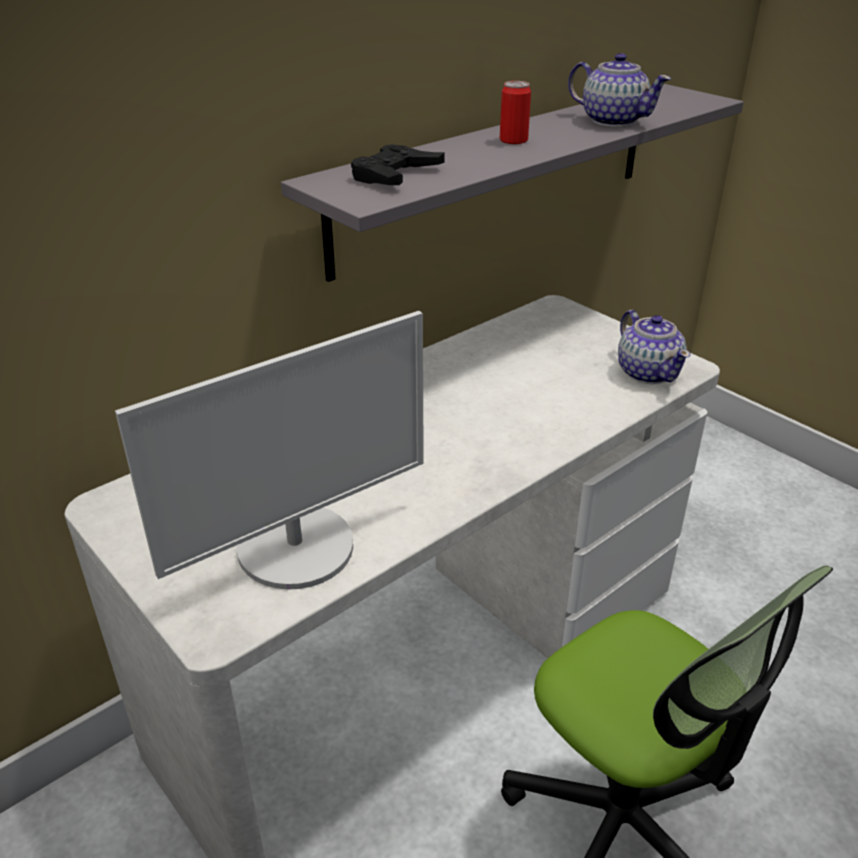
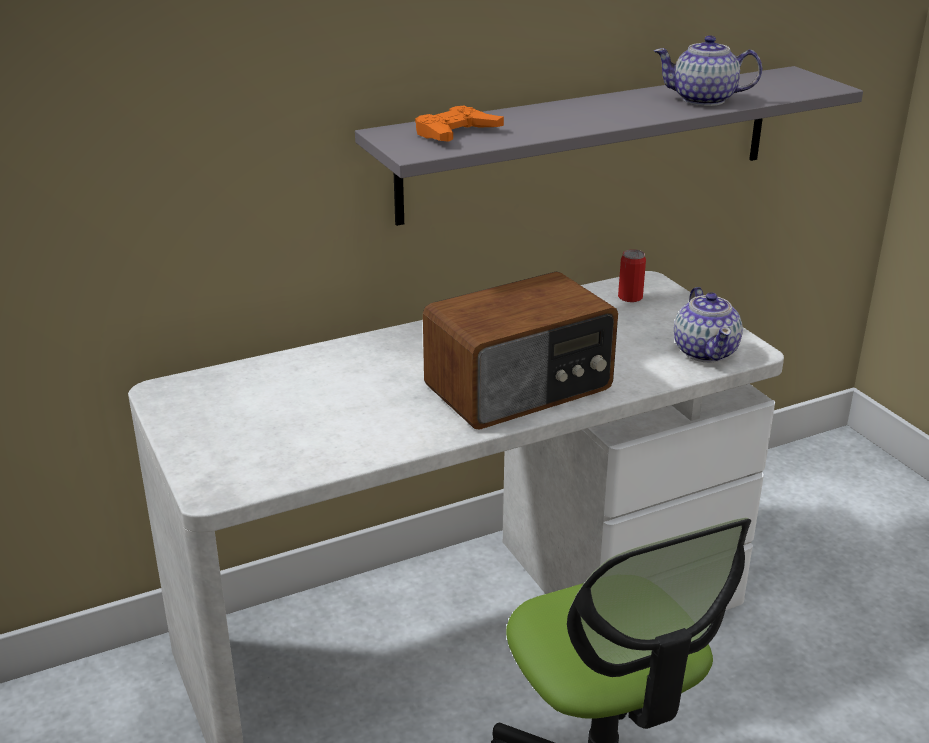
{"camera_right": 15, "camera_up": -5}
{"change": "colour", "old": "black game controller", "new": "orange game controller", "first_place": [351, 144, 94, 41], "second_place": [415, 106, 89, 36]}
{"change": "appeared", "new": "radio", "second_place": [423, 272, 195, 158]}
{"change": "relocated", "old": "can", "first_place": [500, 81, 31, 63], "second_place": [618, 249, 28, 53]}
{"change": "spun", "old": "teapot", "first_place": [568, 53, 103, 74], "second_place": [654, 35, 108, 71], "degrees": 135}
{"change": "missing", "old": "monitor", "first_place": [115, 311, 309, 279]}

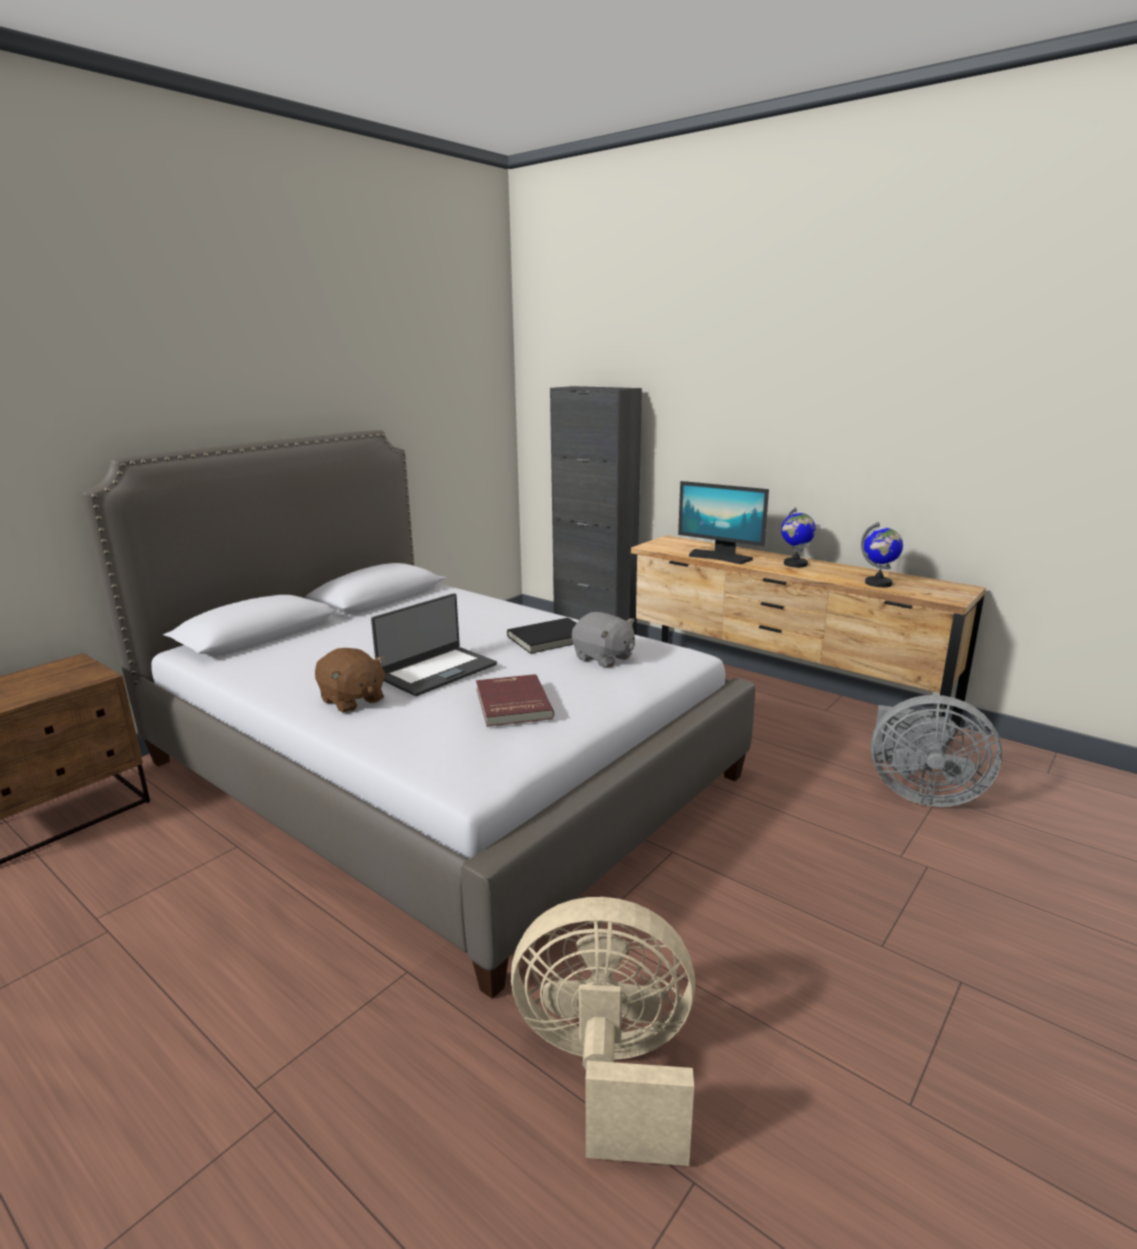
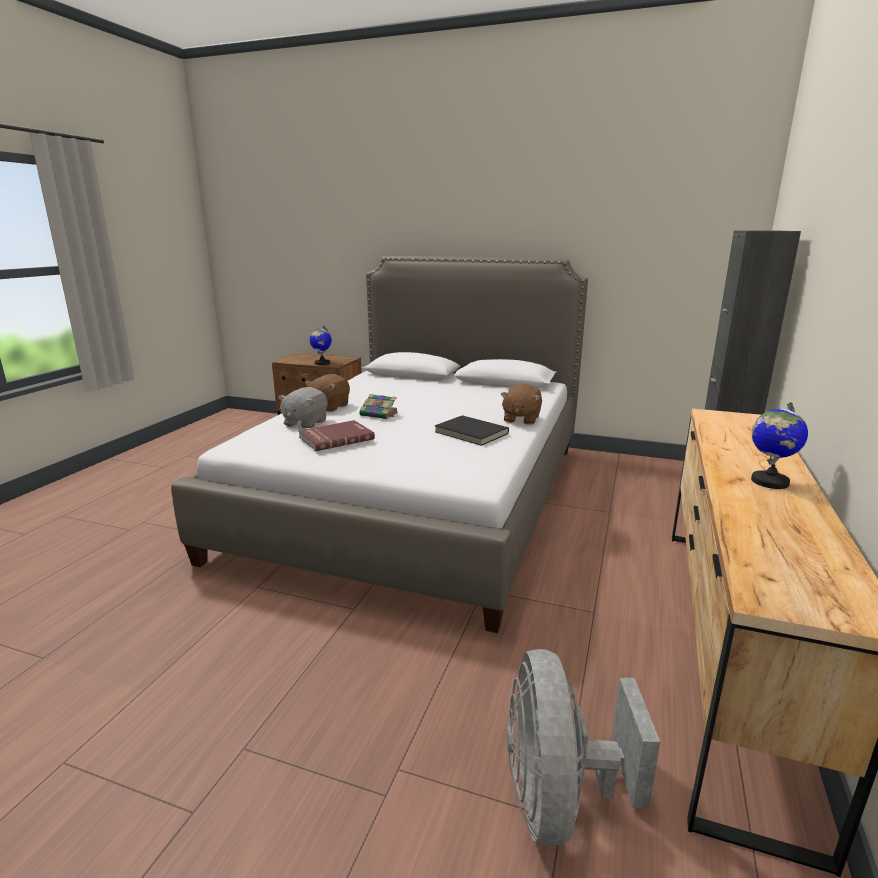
{"camera_right": 70, "camera_up": 0}
{"change": "relocated", "old": "grey plush toy", "first_place": [572, 612, 63, 56], "second_place": [278, 387, 50, 41]}
{"change": "relocated", "old": "globe", "first_place": [861, 522, 42, 65], "second_place": [309, 326, 23, 39]}
{"change": "exchanged", "old": "laptop", "new": "book", "first_place": [371, 593, 126, 103], "second_place": [359, 394, 39, 25]}
{"change": "appeared", "new": "brown plush toy", "second_place": [501, 384, 41, 41]}
{"change": "missing", "old": "beige fan", "first_place": [511, 897, 184, 269]}
{"change": "missing", "old": "monitor", "first_place": [678, 481, 91, 83]}

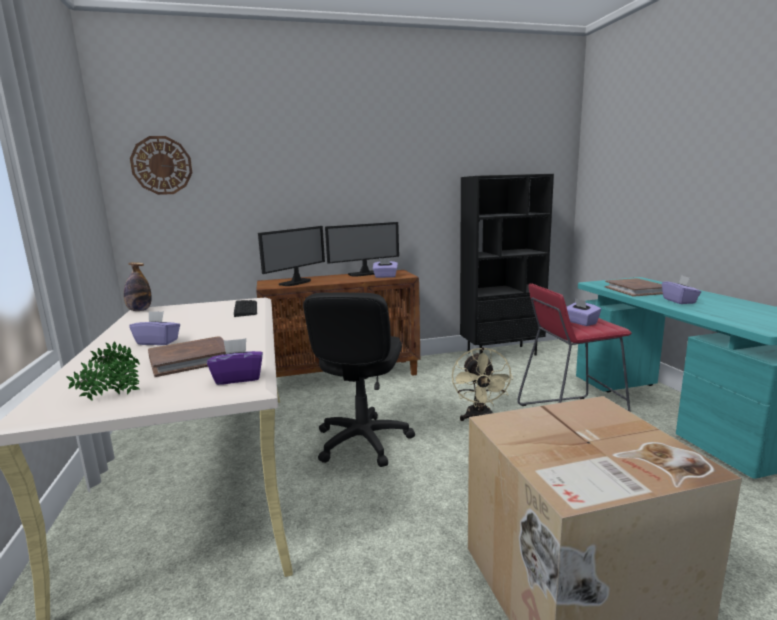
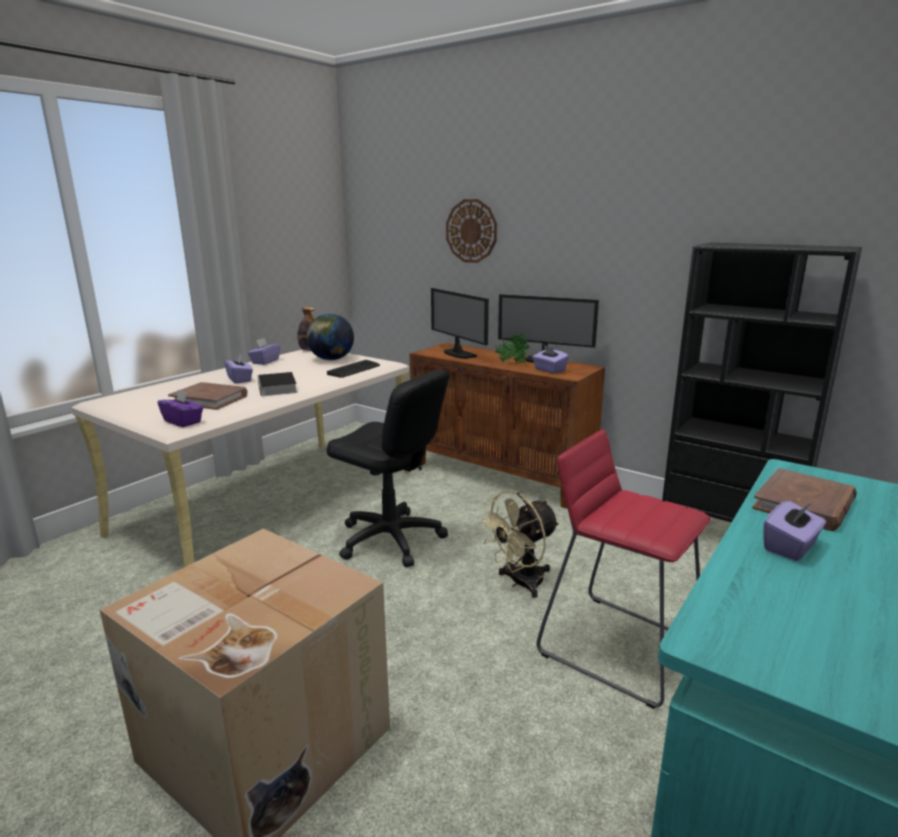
{"camera_right": 50, "camera_up": 5}
{"change": "relocated", "old": "purple tissue box", "first_place": [567, 298, 34, 28], "second_place": [248, 338, 32, 27]}
{"change": "appeared", "new": "book", "second_place": [257, 372, 40, 26]}
{"change": "appeared", "new": "globe", "second_place": [306, 314, 48, 46]}
{"change": "spun", "old": "black office chair", "first_place": [303, 293, 112, 174], "second_place": [327, 369, 122, 198], "degrees": -120}
{"change": "spun", "old": "monitor", "first_place": [258, 226, 67, 60], "second_place": [431, 288, 58, 71], "degrees": 60}
{"change": "relocated", "old": "wall clock", "first_place": [130, 136, 62, 59], "second_place": [446, 199, 51, 64]}
{"change": "relocated", "old": "potted plant", "first_place": [66, 342, 74, 59], "second_place": [495, 332, 34, 32]}

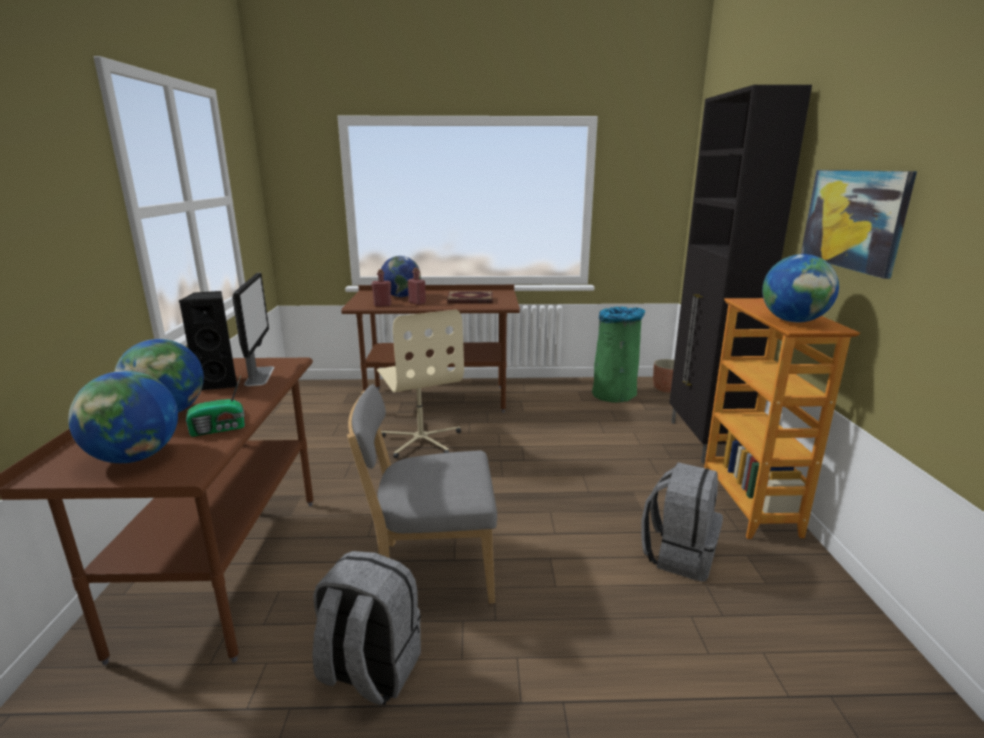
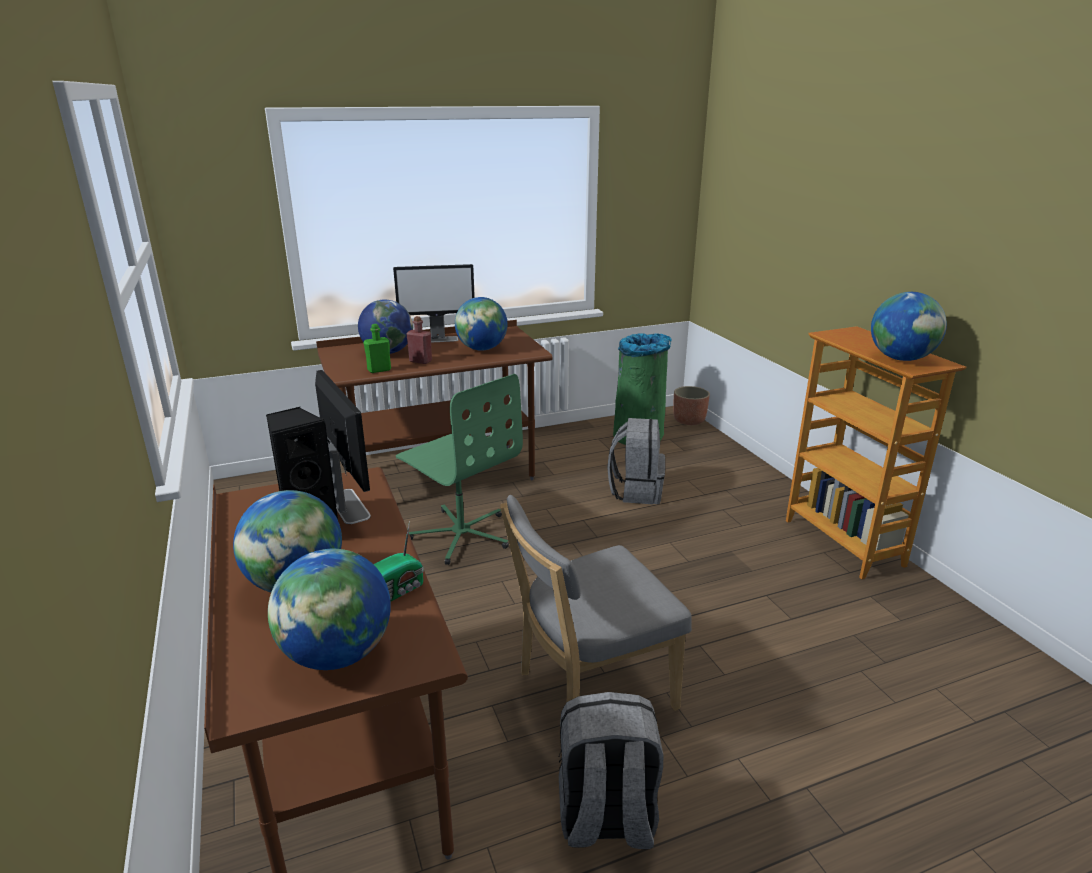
{"camera_right": -20, "camera_up": 5}
{"change": "colour", "old": "red bottle", "new": "green bottle", "first_place": [371, 269, 20, 38], "second_place": [363, 324, 28, 49]}
{"change": "appeared", "new": "monitor", "second_place": [393, 264, 82, 79]}
{"change": "colour", "old": "beige office chair", "new": "green office chair", "first_place": [377, 310, 87, 148], "second_place": [396, 374, 127, 191]}
{"change": "exchanged", "old": "book", "new": "globe", "first_place": [447, 291, 46, 13], "second_place": [455, 297, 53, 54]}
{"change": "relocated", "old": "grey backpack", "first_place": [641, 462, 82, 120], "second_place": [607, 418, 58, 86]}
{"change": "missing", "old": "black cabinet", "first_place": [669, 85, 143, 378]}
{"change": "missing", "old": "picture", "first_place": [801, 170, 116, 109]}

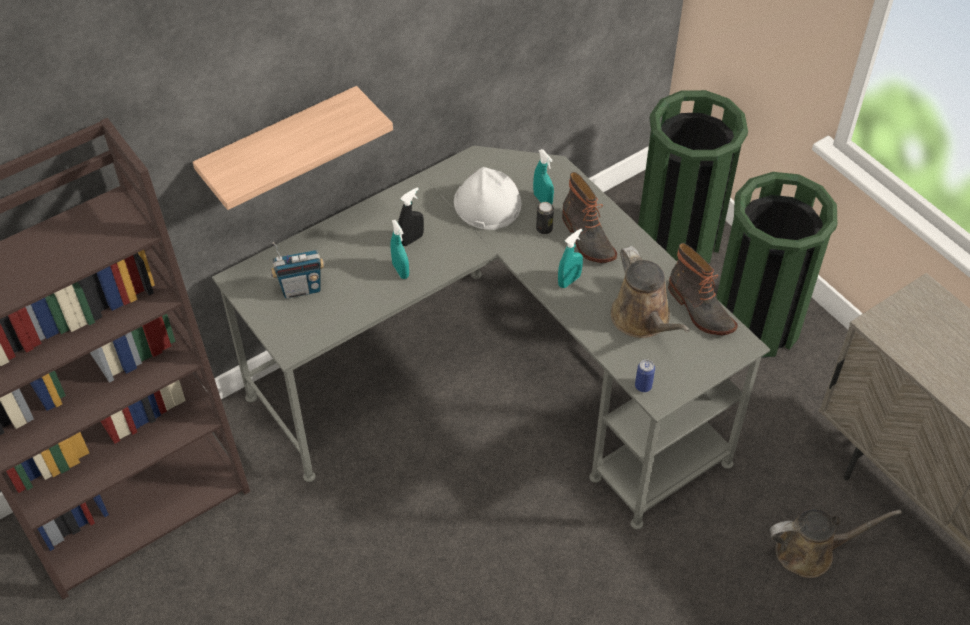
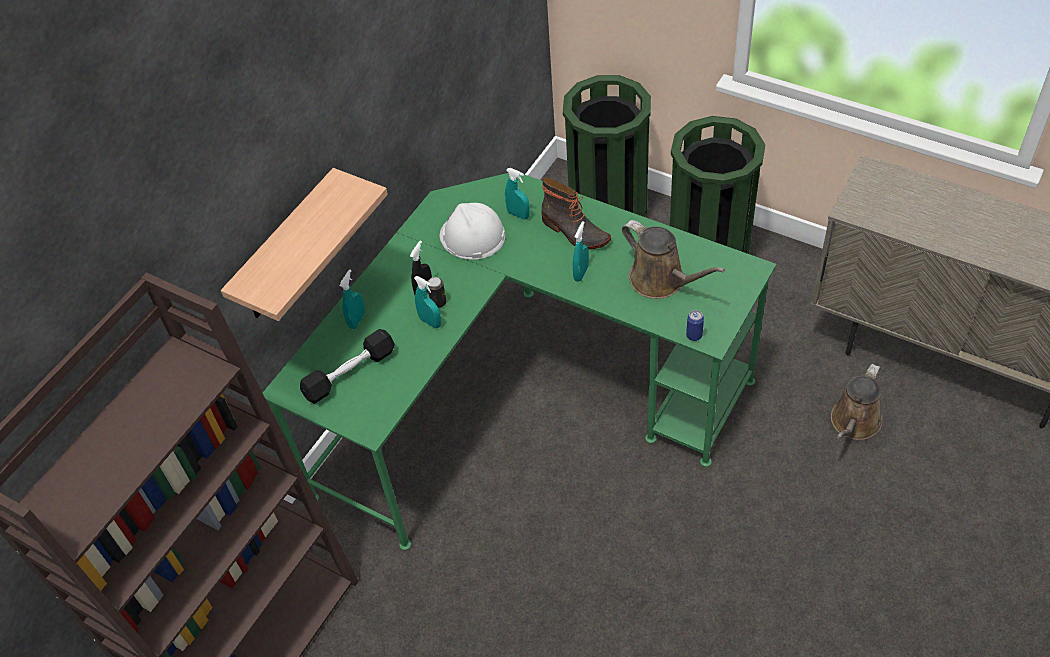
{"camera_right": -20, "camera_up": 0}
{"change": "colour", "old": "grey desk", "new": "green desk", "first_place": [212, 146, 558, 383], "second_place": [263, 173, 514, 377]}
{"change": "exchanged", "old": "radio", "new": "black dumbbell", "first_place": [270, 242, 55, 57], "second_place": [300, 329, 95, 75]}
{"change": "appeared", "new": "turquoise spray bottle", "second_place": [339, 269, 26, 60]}
{"change": "relocated", "old": "can", "first_place": [536, 202, 18, 32], "second_place": [428, 277, 18, 31]}
{"change": "spun", "old": "brown watering can", "first_place": [770, 509, 132, 69], "second_place": [830, 364, 52, 76], "degrees": 150}
{"change": "missing", "old": "boot", "first_place": [668, 243, 70, 92]}

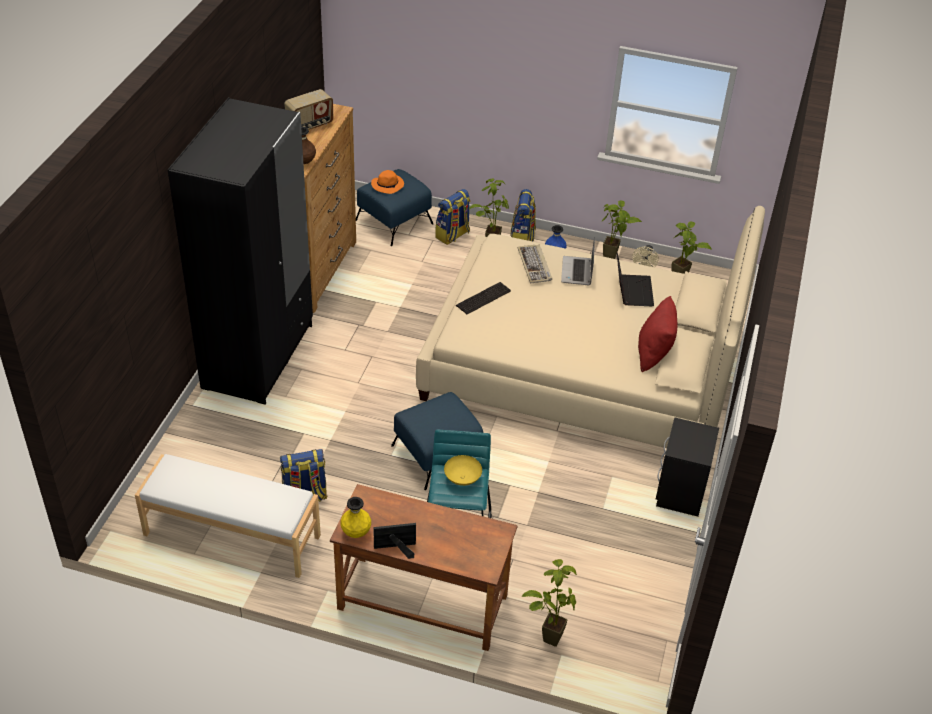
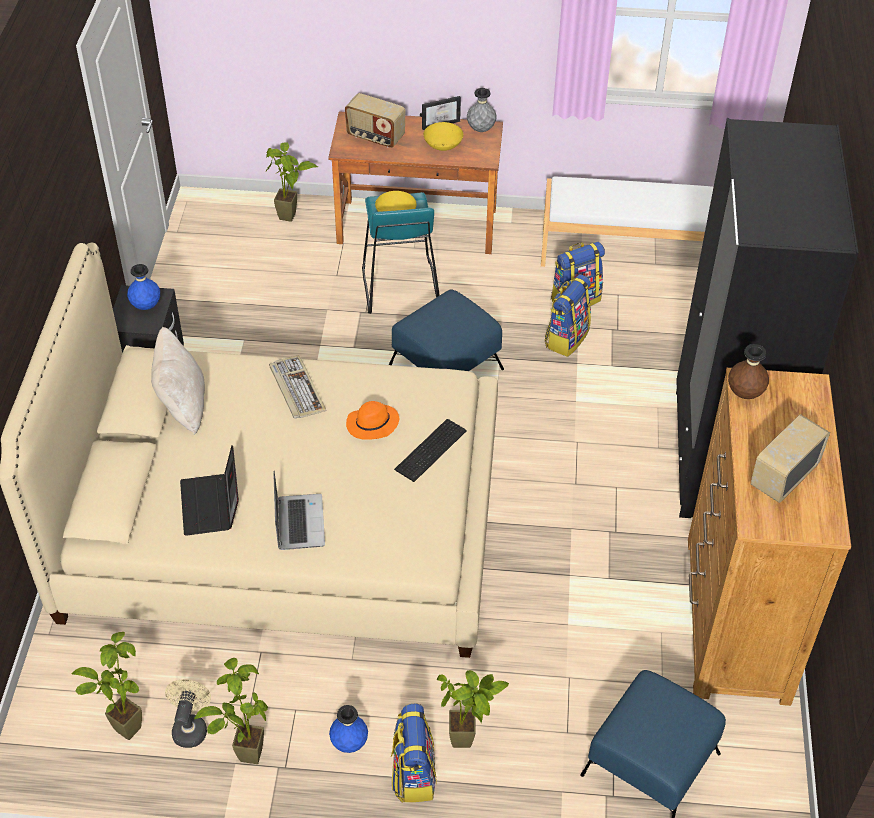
{"camera_right": 170, "camera_up": 5}
{"change": "appeared", "new": "blue vase", "second_place": [127, 264, 33, 46]}
{"change": "colour", "old": "red pillow", "new": "beige pillow", "first_place": [638, 296, 39, 76], "second_place": [151, 327, 54, 108]}
{"change": "relocated", "old": "keyboard", "first_place": [518, 245, 34, 38], "second_place": [269, 355, 57, 64]}
{"change": "appeared", "new": "radio", "second_place": [345, 93, 60, 55]}
{"change": "relocated", "old": "orange hat", "first_place": [371, 170, 33, 24], "second_place": [346, 401, 53, 39]}
{"change": "appeared", "new": "yellow bowl", "second_place": [423, 122, 40, 29]}
{"change": "colour", "old": "yellow vase", "new": "grey vase", "first_place": [340, 497, 31, 41], "second_place": [467, 88, 29, 44]}
{"change": "relocated", "old": "backpack", "first_place": [435, 189, 35, 56], "second_place": [545, 274, 46, 83]}

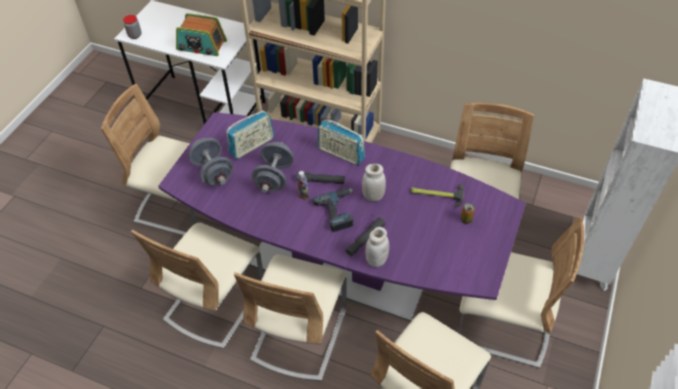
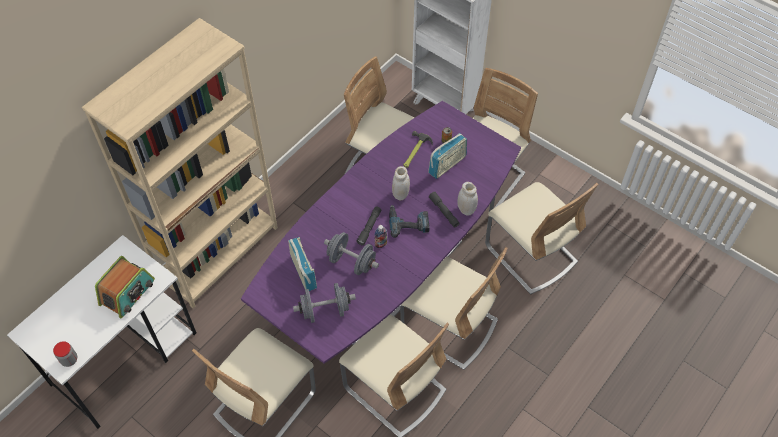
{"camera_right": -75, "camera_up": 5}
{"change": "relocated", "old": "radio", "first_place": [317, 119, 48, 46], "second_place": [428, 133, 39, 46]}

